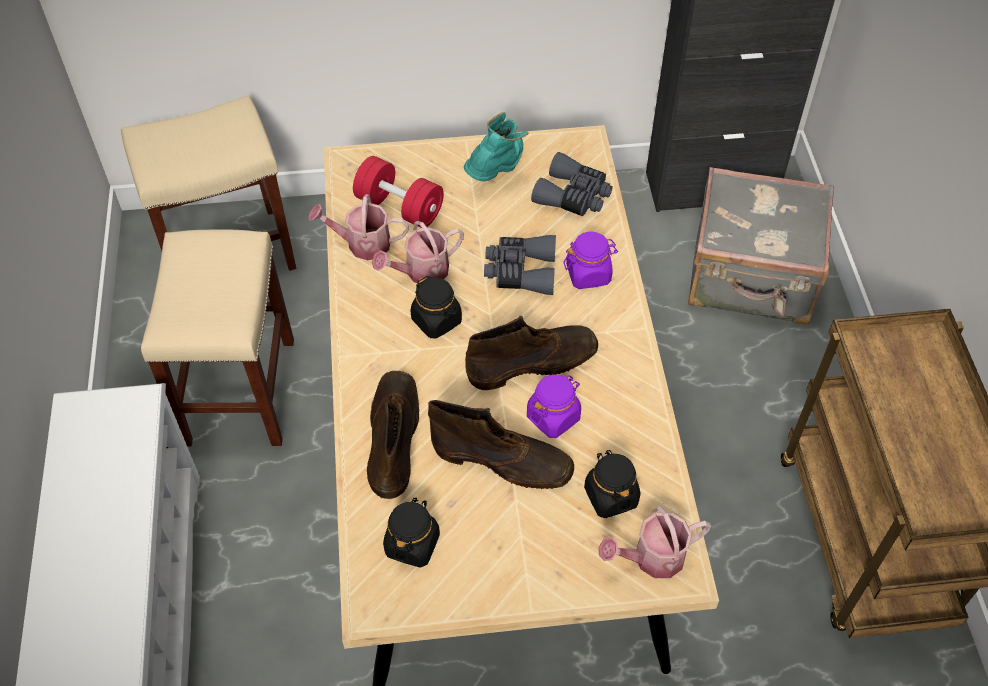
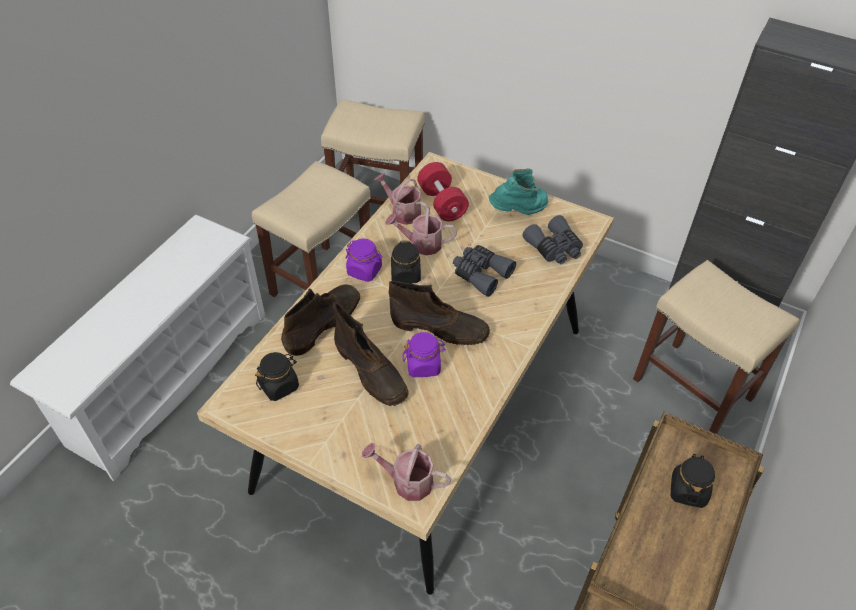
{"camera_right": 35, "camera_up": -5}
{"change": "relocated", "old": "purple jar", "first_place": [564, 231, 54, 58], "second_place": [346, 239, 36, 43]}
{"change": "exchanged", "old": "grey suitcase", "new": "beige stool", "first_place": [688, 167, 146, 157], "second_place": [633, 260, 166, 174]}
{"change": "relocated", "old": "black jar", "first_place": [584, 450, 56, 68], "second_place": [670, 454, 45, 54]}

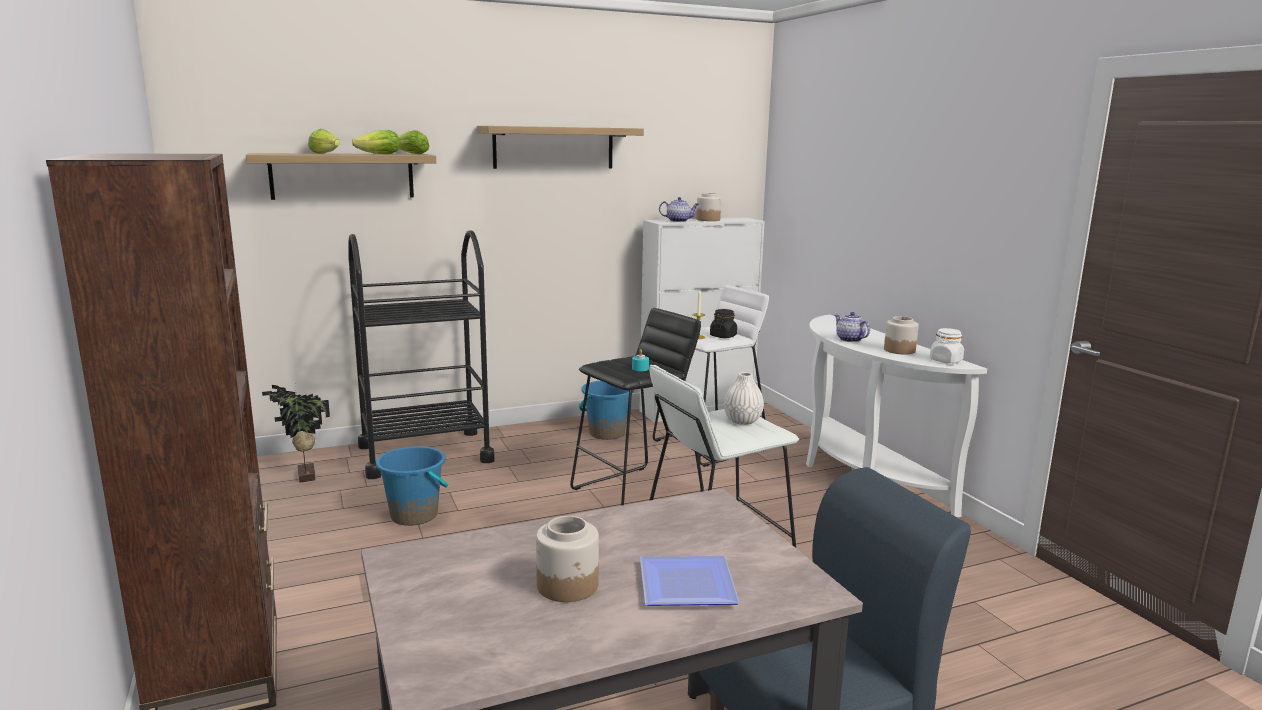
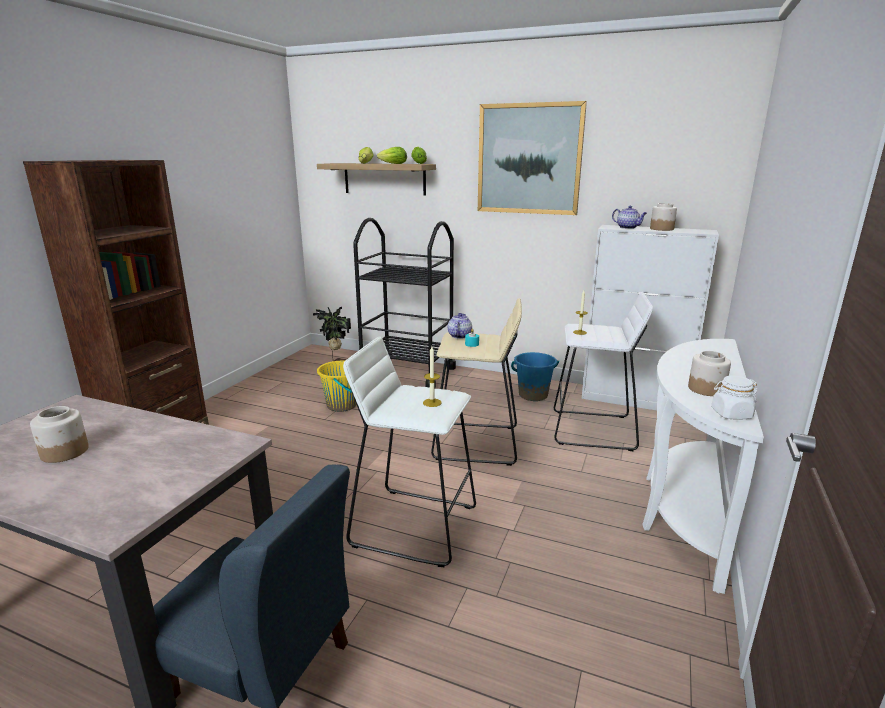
{"camera_right": 45, "camera_up": 5}
{"change": "colour", "old": "blue bucket", "new": "yellow bucket", "first_place": [376, 446, 72, 80], "second_place": [317, 360, 40, 52]}
{"change": "exchanged", "old": "white vase", "new": "candle", "first_place": [724, 372, 40, 53], "second_place": [423, 346, 19, 61]}
{"change": "colour", "old": "black stool", "new": "beige stool", "first_place": [570, 308, 134, 197], "second_place": [431, 298, 91, 168]}
{"change": "relocated", "old": "teapot", "first_place": [834, 312, 36, 30], "second_place": [448, 313, 24, 26]}
{"change": "exchanged", "old": "shelf", "new": "picture", "first_place": [477, 126, 167, 43], "second_place": [478, 101, 109, 114]}
{"change": "missing", "old": "plate", "first_place": [640, 556, 100, 50]}
{"change": "missing", "old": "black jar", "first_place": [710, 309, 27, 29]}

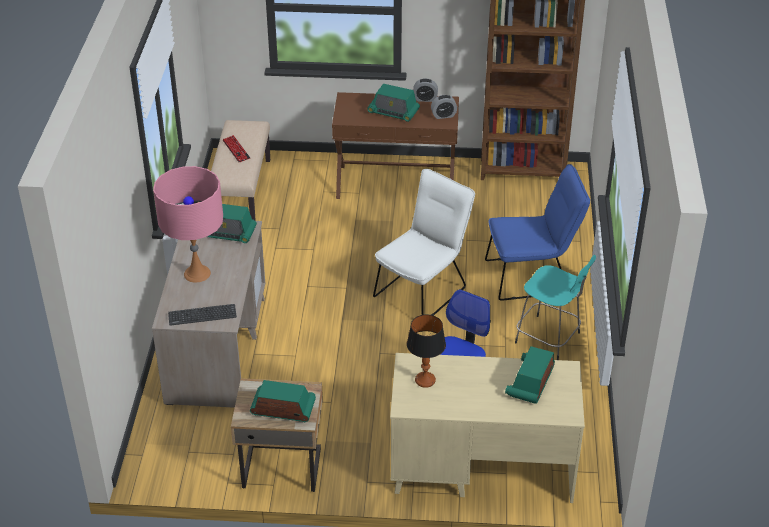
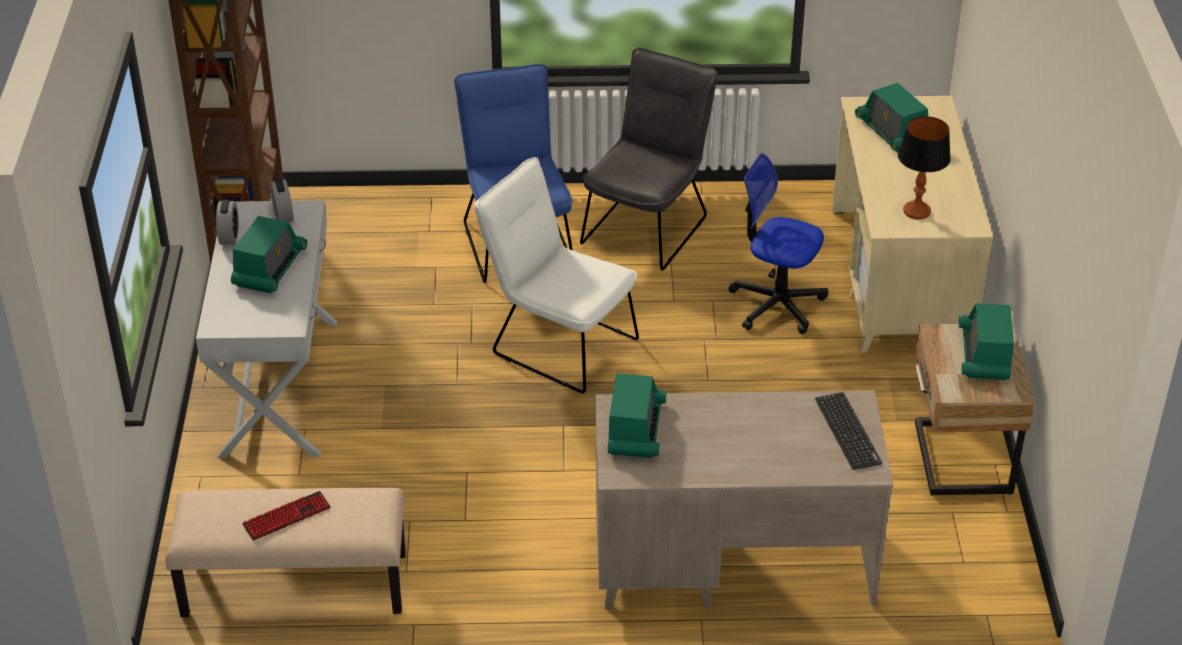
{"camera_right": -95, "camera_up": 0}
{"change": "colour", "old": "brown console table", "new": "white console table", "first_place": [332, 92, 127, 107], "second_place": [196, 200, 141, 258]}
{"change": "exchanged", "old": "turquoise stool", "new": "grey chair", "first_place": [515, 255, 81, 105], "second_place": [580, 48, 138, 223]}
{"change": "spun", "old": "radio", "first_place": [505, 346, 50, 58], "second_place": [855, 83, 73, 69], "degrees": 45}
{"change": "missing", "old": "pink table lamp", "first_place": [153, 166, 70, 117]}

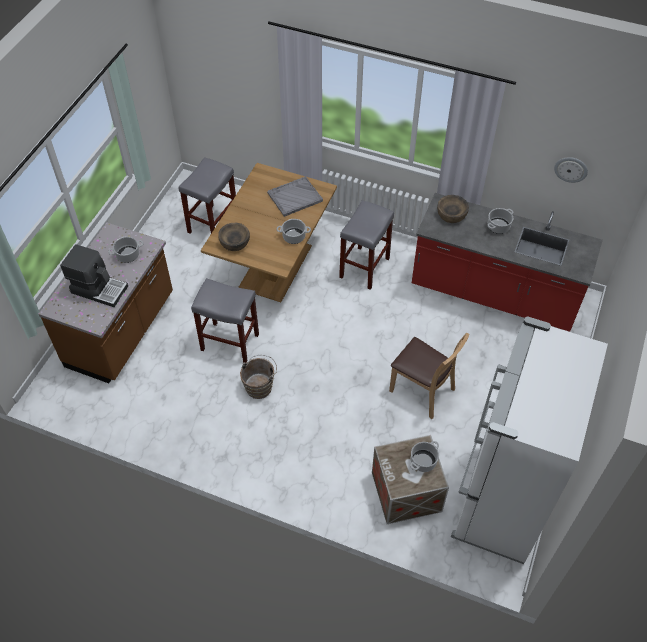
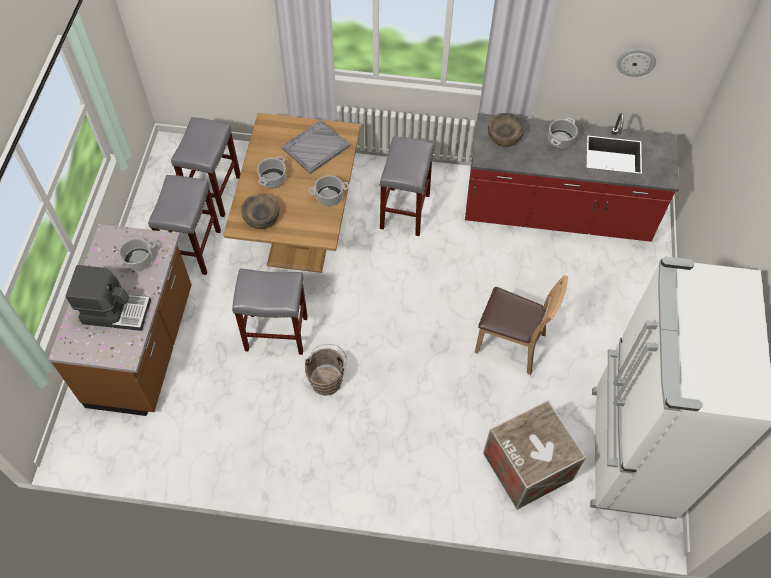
{"camera_right": -15, "camera_up": 5}
{"change": "appeared", "new": "grey stool", "second_place": [148, 175, 73, 100]}
{"change": "relocated", "old": "cooking pot", "first_place": [410, 441, 29, 31], "second_place": [257, 156, 29, 32]}

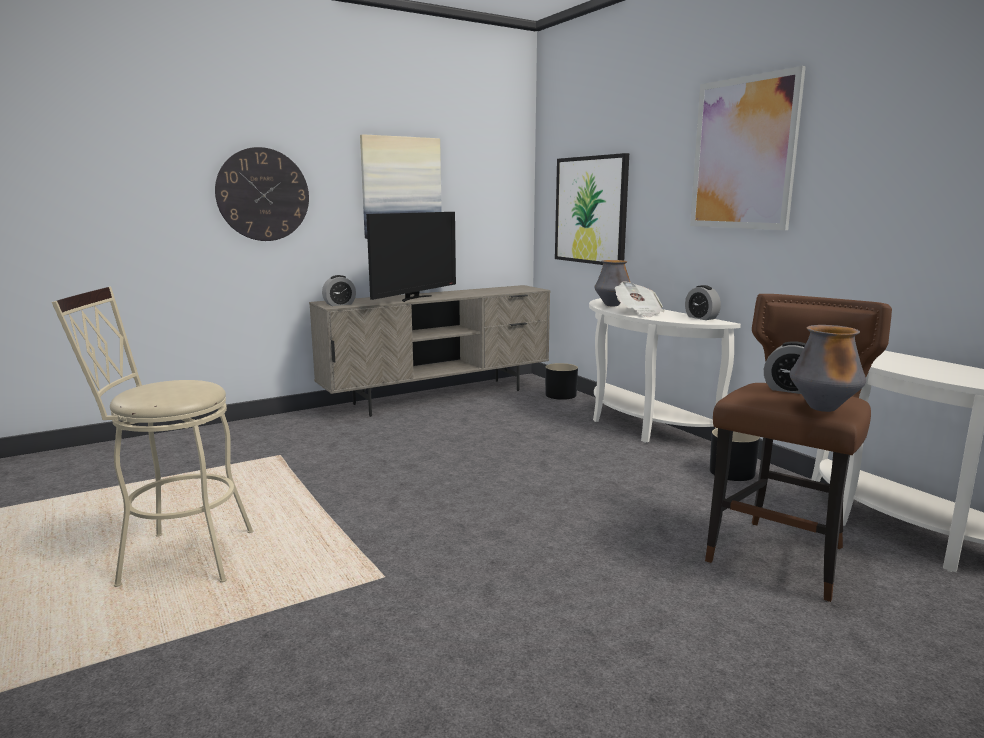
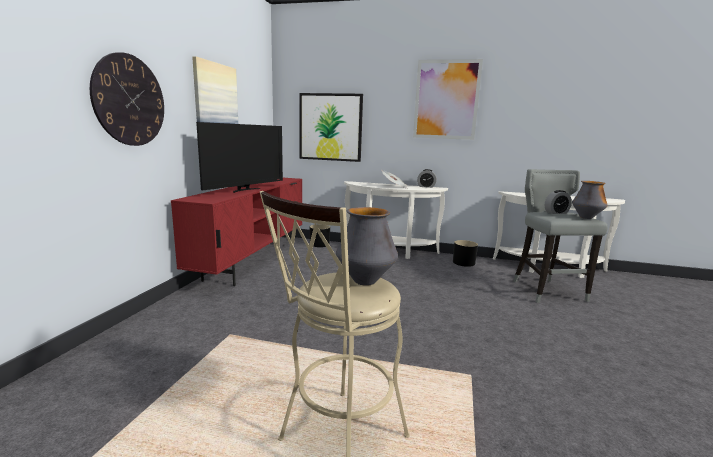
{"camera_right": -45, "camera_up": 0}
{"change": "colour", "old": "beige tv stand", "new": "red tv stand", "first_place": [309, 285, 241, 132], "second_place": [171, 178, 131, 108]}
{"change": "spun", "old": "television", "first_place": [366, 212, 90, 90], "second_place": [196, 122, 87, 71], "degrees": 45}
{"change": "relocated", "old": "vase", "first_place": [594, 260, 37, 47], "second_place": [336, 207, 62, 79]}
{"change": "colour", "old": "brown stool", "new": "grey stool", "first_place": [705, 294, 187, 308], "second_place": [513, 169, 95, 134]}
{"change": "missing", "old": "alarm clock", "first_place": [322, 275, 34, 31]}

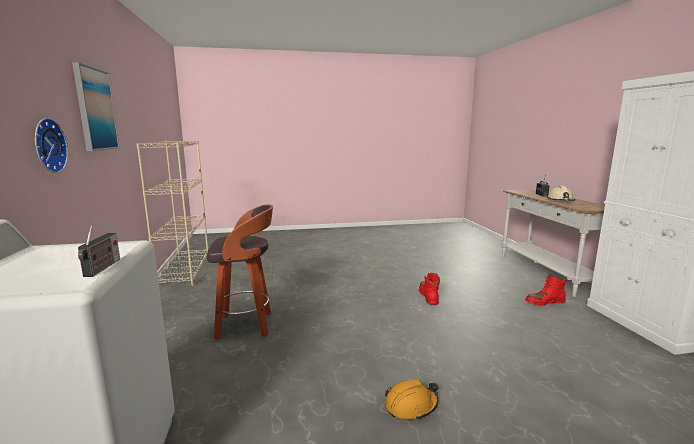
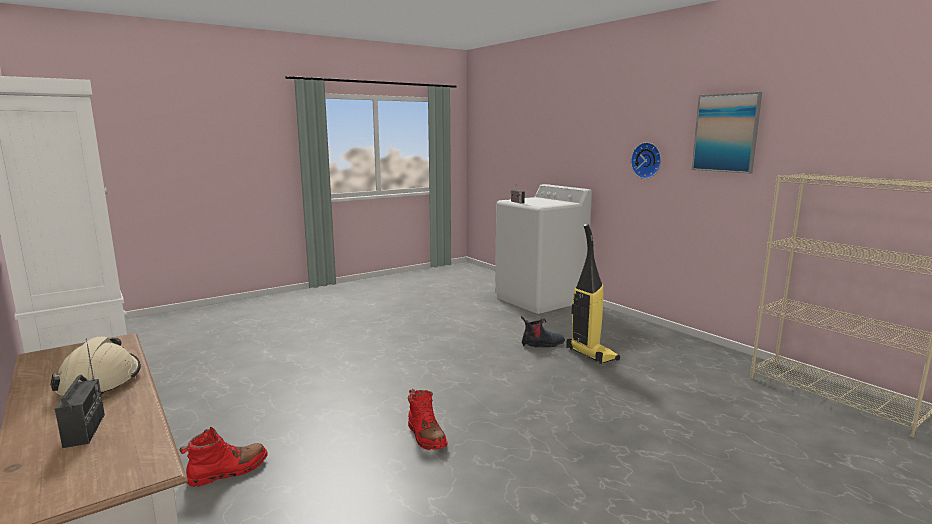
{"camera_right": 155, "camera_up": 0}
{"change": "appeared", "new": "boot", "second_place": [521, 316, 44, 32]}
{"change": "exchanged", "old": "stool", "new": "vacuum cleaner", "first_place": [207, 204, 66, 136], "second_place": [566, 224, 54, 140]}
{"change": "missing", "old": "orange hard hat", "first_place": [385, 379, 53, 41]}

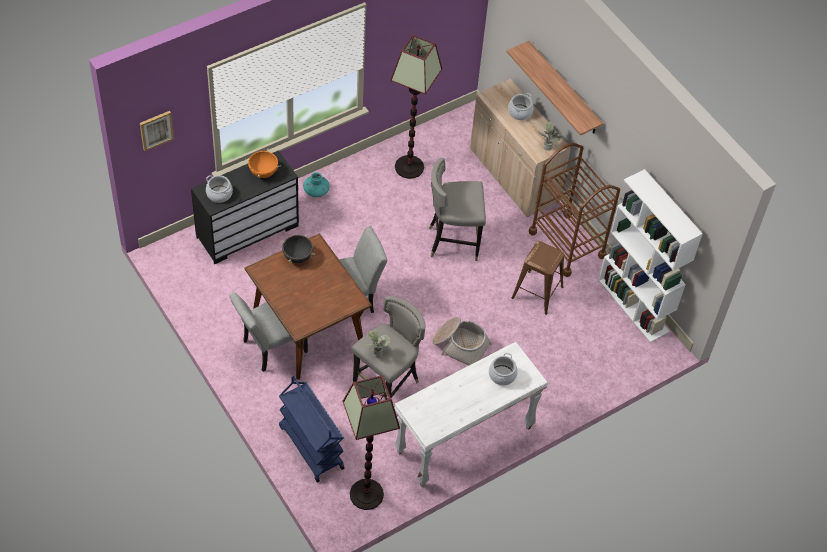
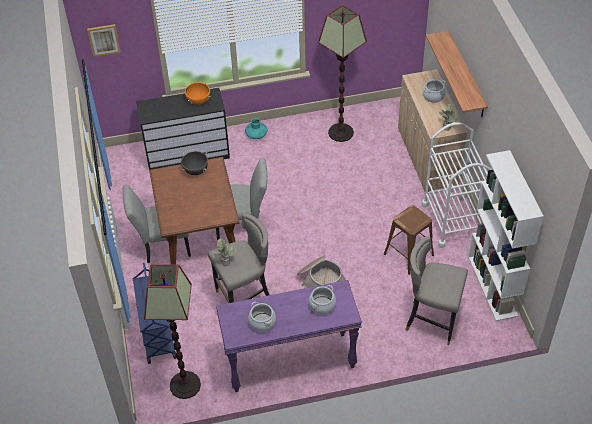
{"camera_right": 25, "camera_up": -5}
{"change": "colour", "old": "white console table", "new": "purple console table", "first_place": [394, 342, 154, 145], "second_place": [216, 280, 146, 112]}
{"change": "relocated", "old": "cooking pot", "first_place": [206, 175, 27, 28], "second_place": [248, 301, 28, 31]}
{"change": "relocated", "old": "grey stool", "first_place": [429, 157, 57, 104], "second_place": [405, 236, 63, 109]}
{"change": "colour", "old": "brown cart", "new": "white cart", "first_place": [529, 143, 91, 134], "second_place": [422, 122, 71, 126]}

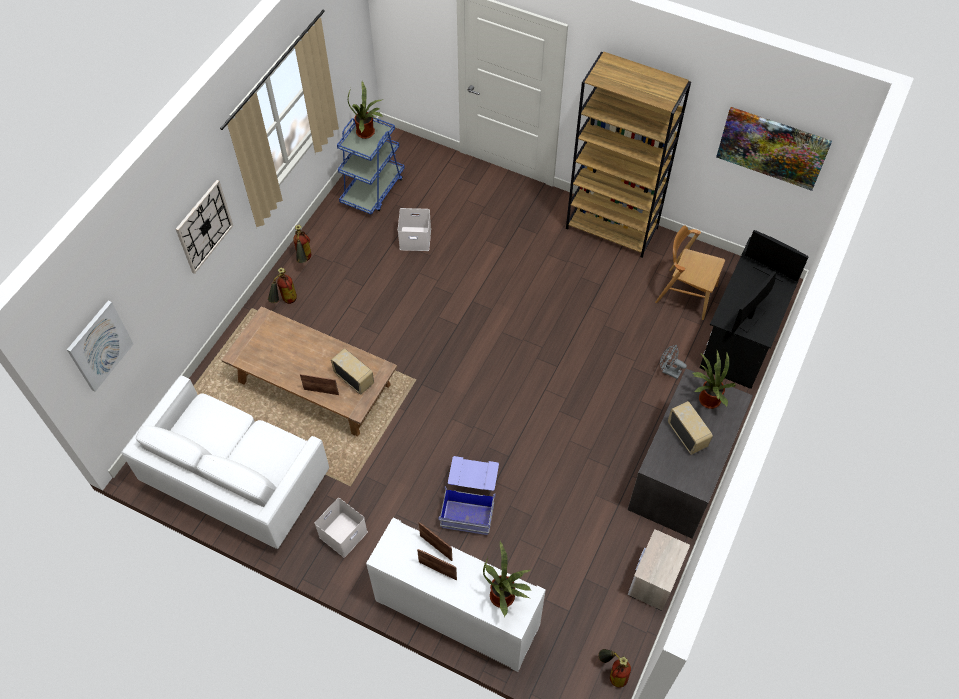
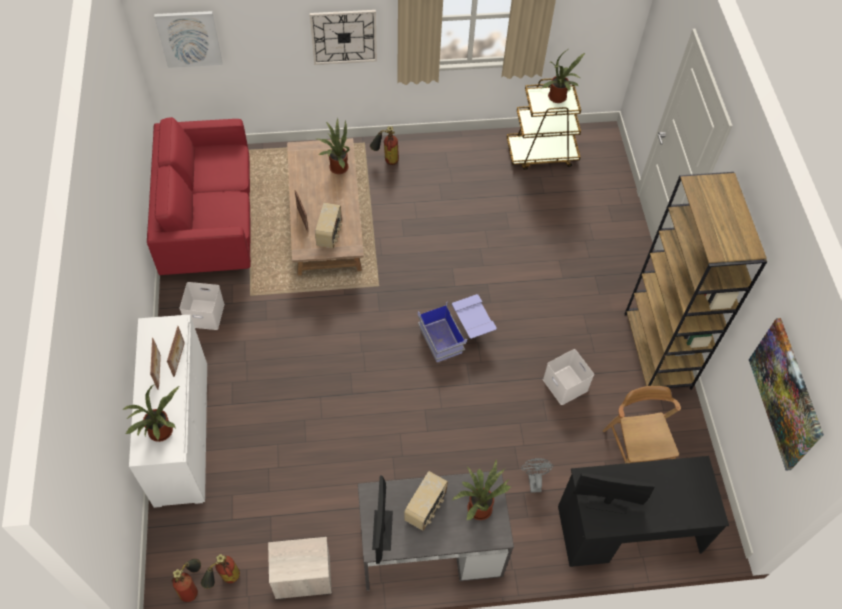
{"camera_right": 55, "camera_up": 0}
{"change": "colour", "old": "white sofa", "new": "red sofa", "first_place": [121, 375, 208, 174], "second_place": [147, 117, 104, 158]}
{"change": "relocated", "old": "fire extinguisher", "first_place": [293, 225, 18, 38], "second_place": [201, 554, 39, 35]}
{"change": "appeared", "new": "potted plant", "second_place": [317, 118, 33, 56]}
{"change": "relocated", "old": "monitor", "first_place": [745, 230, 63, 52], "second_place": [372, 476, 21, 88]}
{"change": "relocated", "old": "blue storage box", "first_place": [438, 456, 61, 79], "second_place": [418, 294, 79, 68]}
{"change": "colour", "old": "blue cart", "new": "brown cart", "first_place": [337, 117, 68, 98], "second_place": [507, 78, 74, 92]}
{"change": "relocated", "old": "white storage box", "first_place": [398, 208, 33, 43], "second_place": [543, 349, 51, 56]}

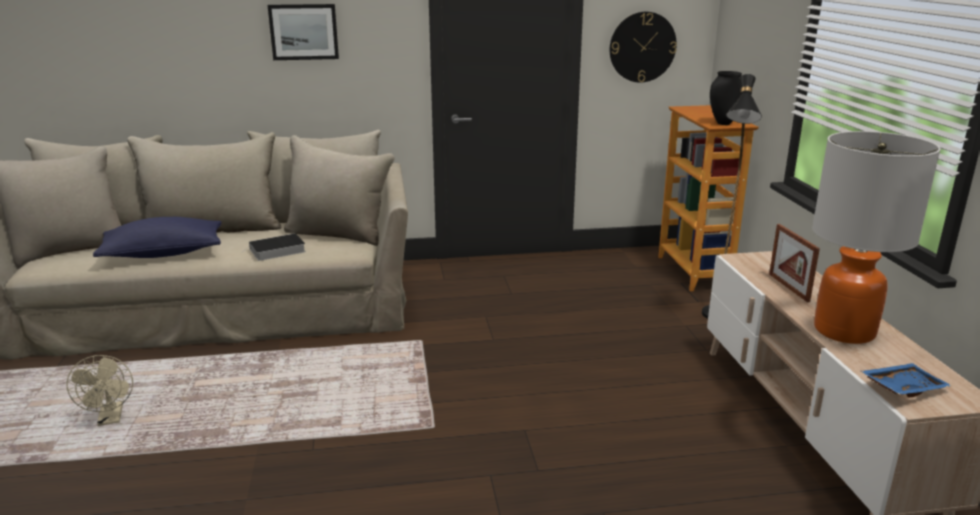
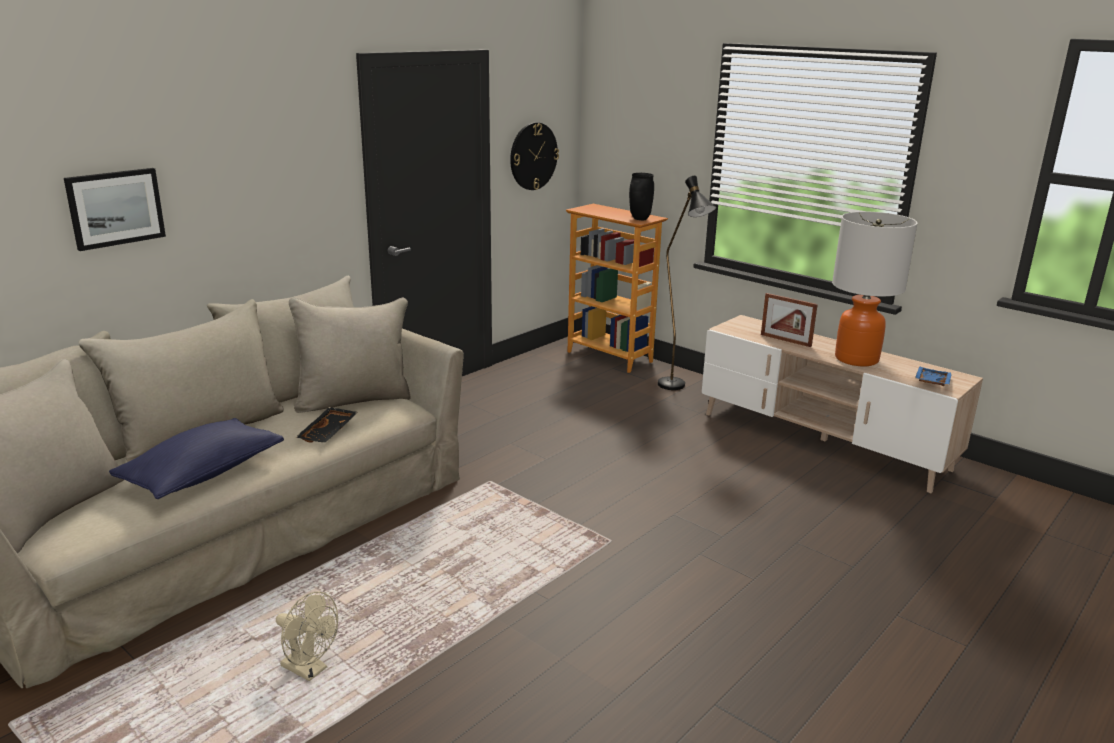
{"camera_right": -40, "camera_up": 0}
{"change": "relocated", "old": "picture", "first_place": [268, 4, 71, 56], "second_place": [64, 168, 102, 83]}
{"change": "exchanged", "old": "book", "new": "black tray", "first_place": [242, 233, 64, 28], "second_place": [296, 407, 61, 36]}

